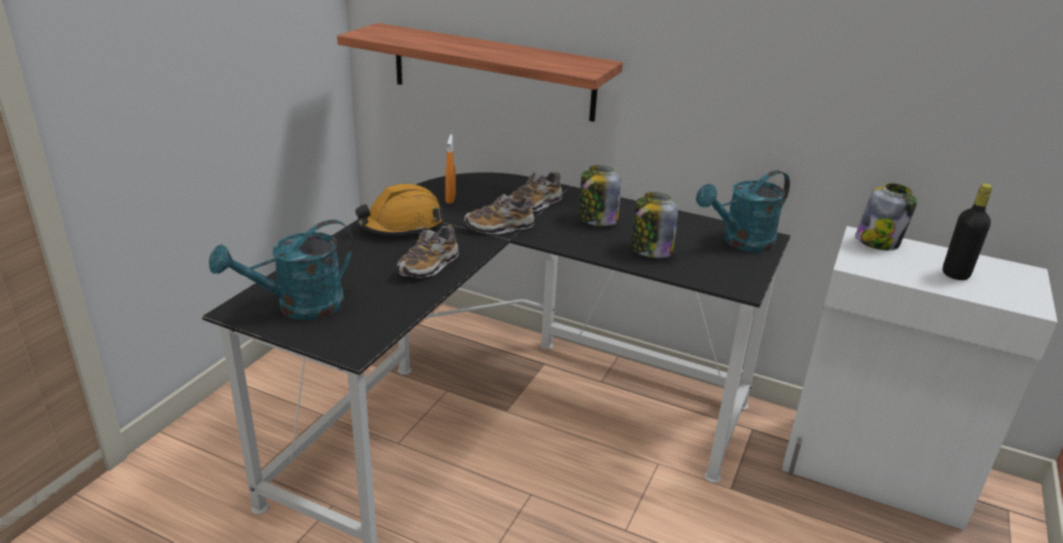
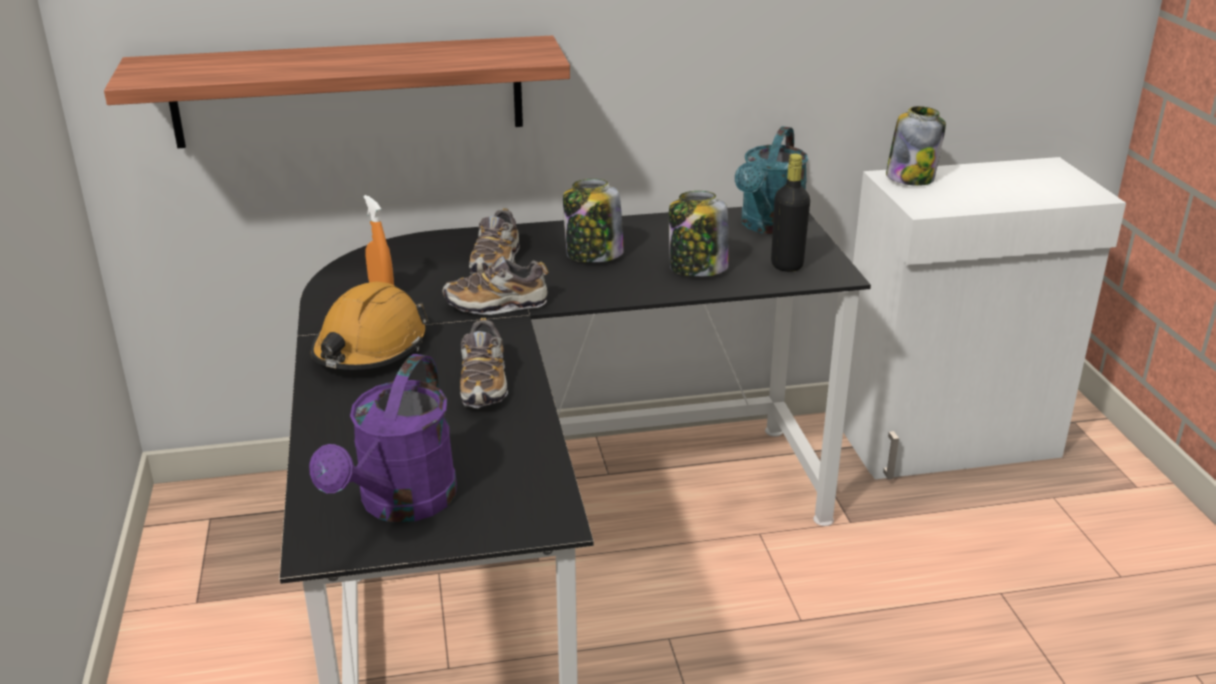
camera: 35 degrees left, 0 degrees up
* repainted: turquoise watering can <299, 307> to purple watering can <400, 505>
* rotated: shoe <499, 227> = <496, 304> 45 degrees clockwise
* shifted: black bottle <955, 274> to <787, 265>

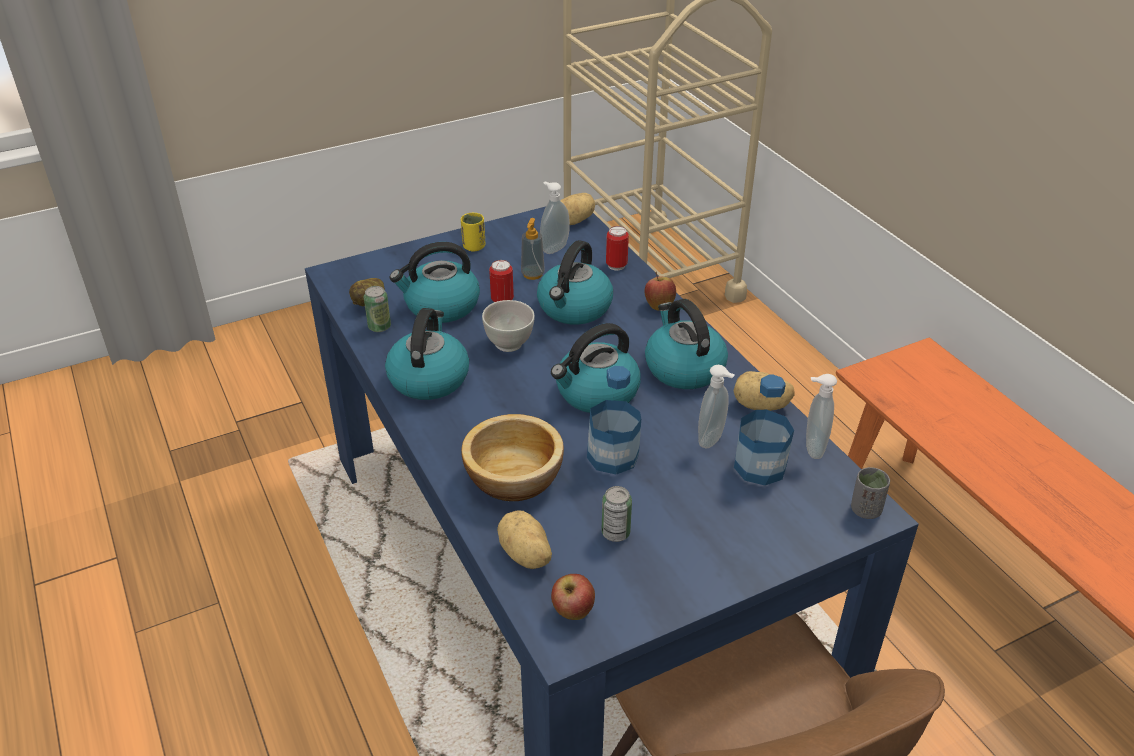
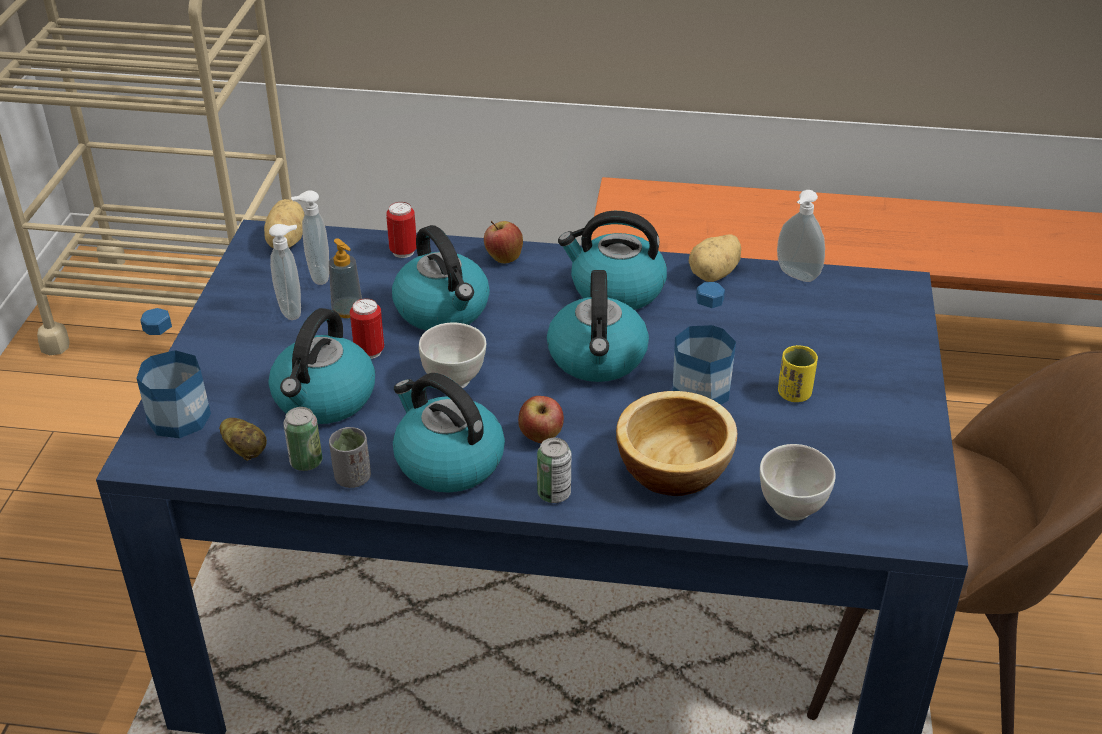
camera: 55 degrees left, 0 degrees up
* shifted: bottle <760, 466> to <179, 418>
* shifted: soap dispenser <712, 440> to <293, 310>
* shifted: grey cup <865, 510> to <352, 478>
* shifted: apple <573, 612> to <541, 437>
* shifted: can <615, 533> to <554, 494>
* swapped: potato <524, 555> to white bowl <791, 508>
* shifted: yellow cup <474, 247> to <794, 394>

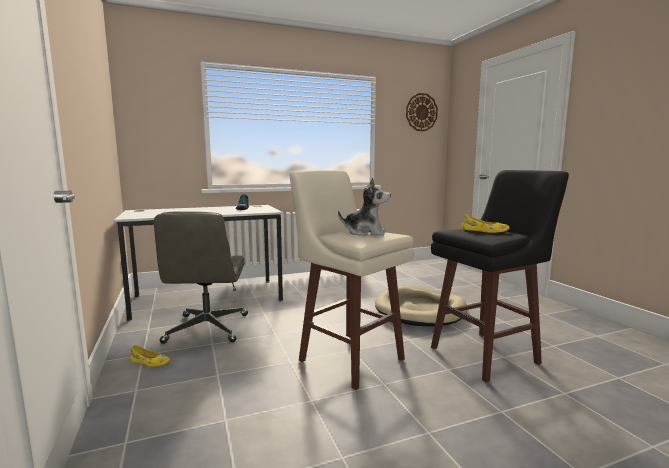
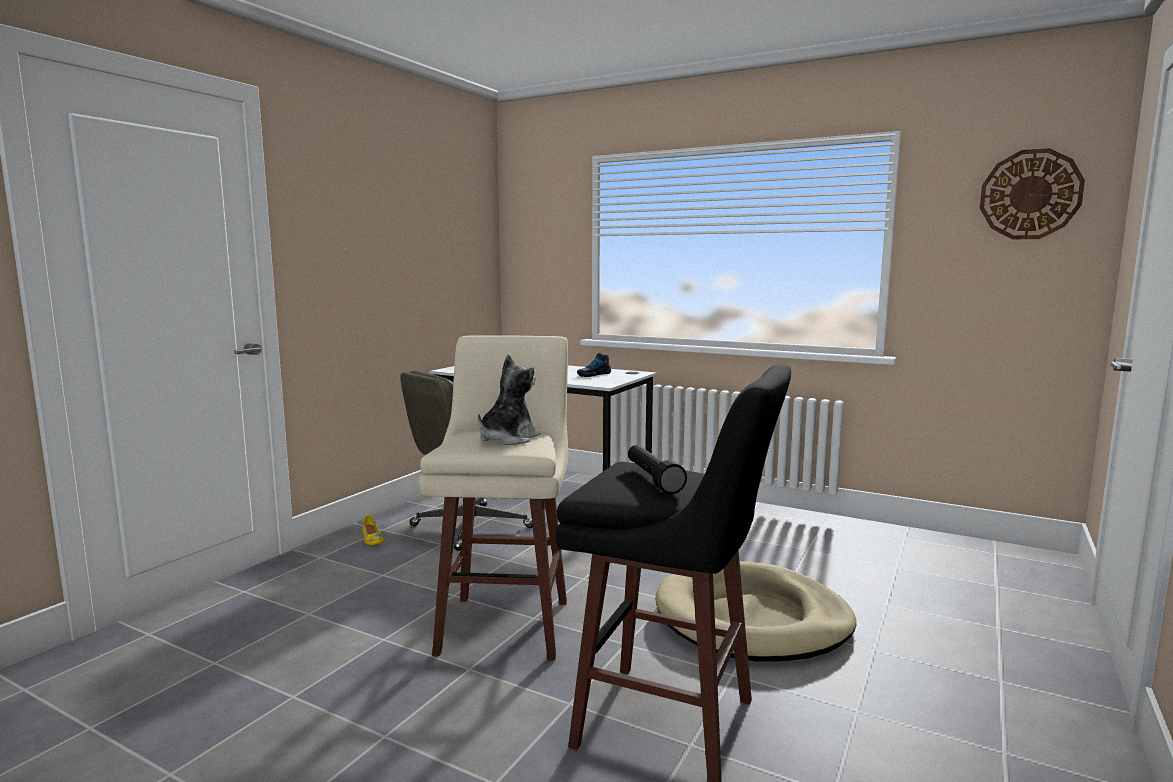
camera: 50 degrees right, 0 degrees up
* rotated: plush toy <365, 233> = <507, 439> 120 degrees counterclockwise
* swapped: yellow shoe <484, 231> to black flashlight <652, 479>

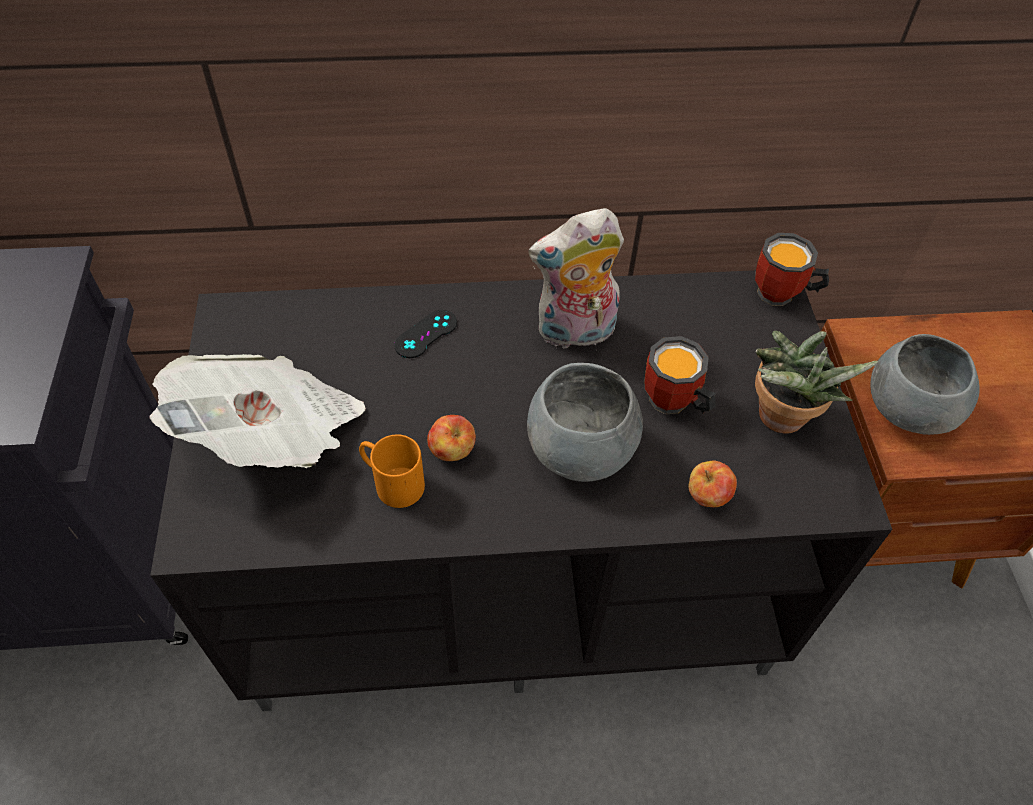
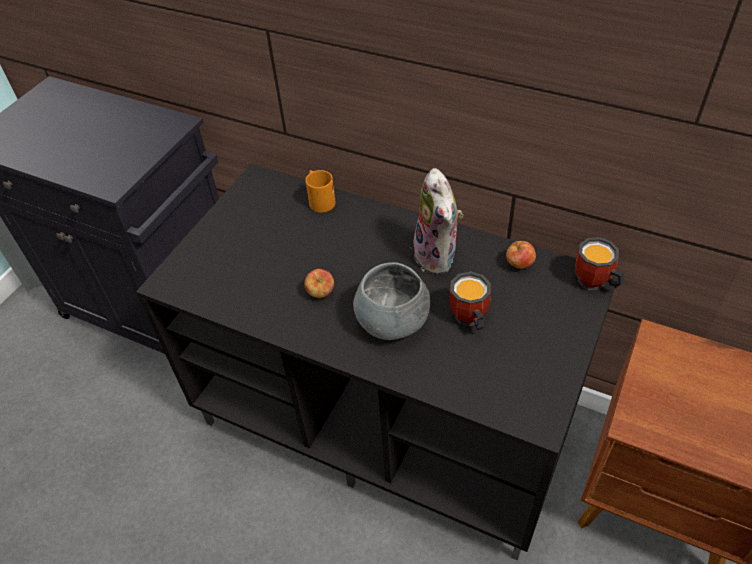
camera: 35 degrees right, 5 degrees down
* shifted: orange mug <391, 482> to <319, 200>
* rotated: plush toy <575, 333> = <438, 256> 120 degrees counterclockwise
* shifted: apple <708, 496> to <519, 265>
* gone: newspaper <274, 434>
* gone: black game controller <426, 334>
* gone: potted plant <780, 421>
* gone: grey bowl <907, 409>

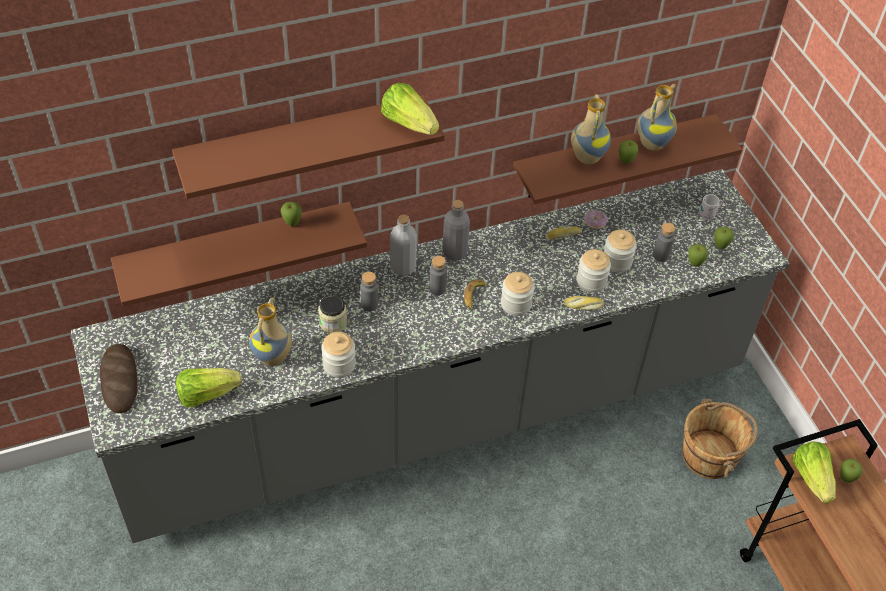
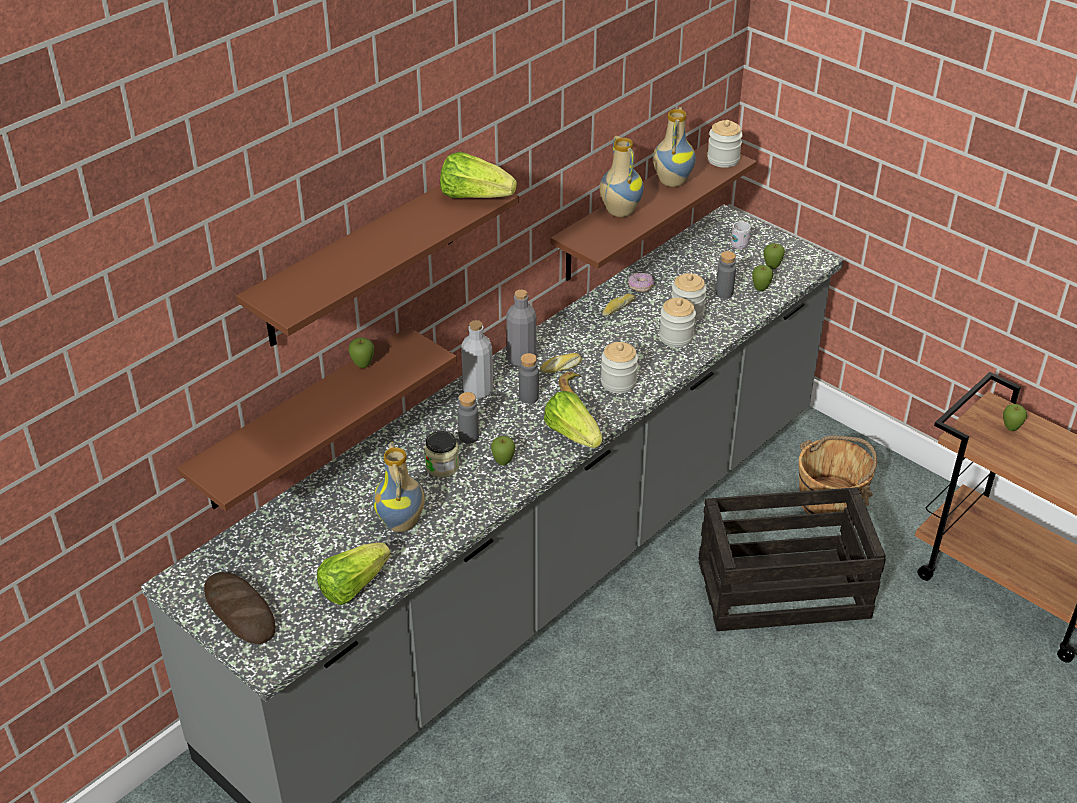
camera: 25 degrees left, 10 degrees down
* shifted: apple <625, 161> to <503, 463>
* shifted: bread <583, 306> to <561, 367>
* shifted: lettuce <812, 478> to <573, 434>
* new: crate <784, 589>
* shifted: jar <339, 365> to <723, 159>

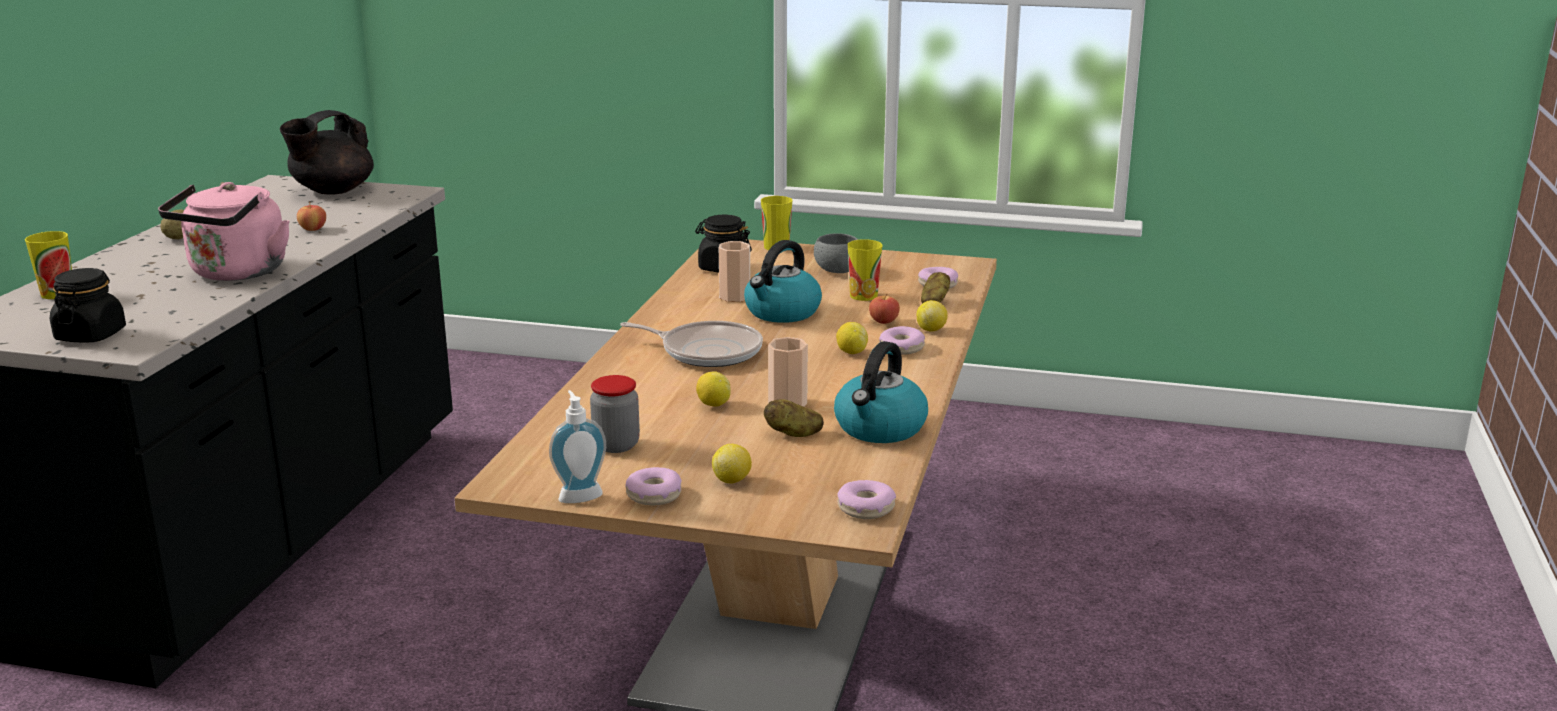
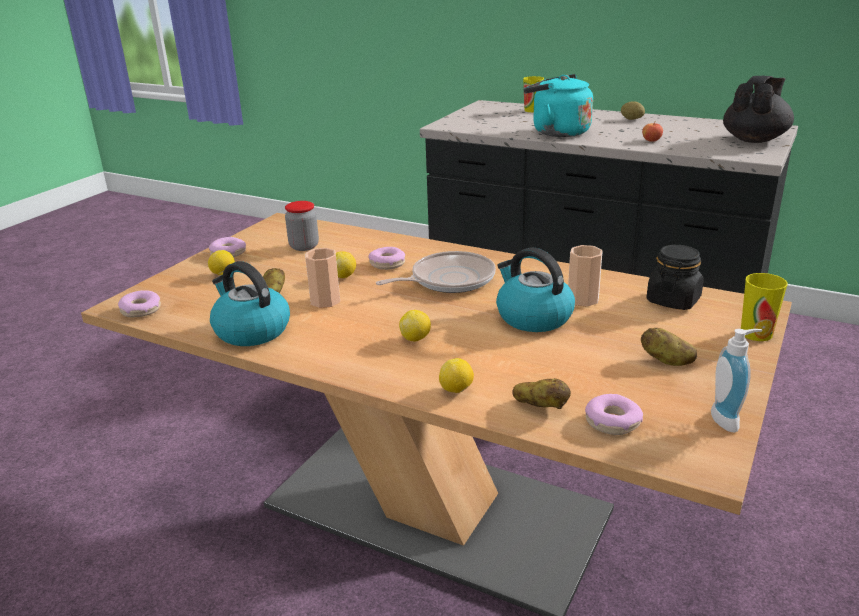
camera: 105 degrees right, 5 degrees up
* shifted: donut <901, 348> to <387, 264>
* rotated: frying pan <707, 351> = <448, 280> 150 degrees counterclockwise
* repainted: pink kettle <235, 273> to turquoise kettle <557, 132>
* swapped: grey bowl <837, 271> to potato <666, 360>
* shifted: soap dispenser <579, 495> to <729, 420>
* rotated: black teapot <332, 191> = <754, 140> 75 degrees clockwise
* gone: black jar <91, 335>
* gone: cup <863, 296>
* gone: apple <883, 321>

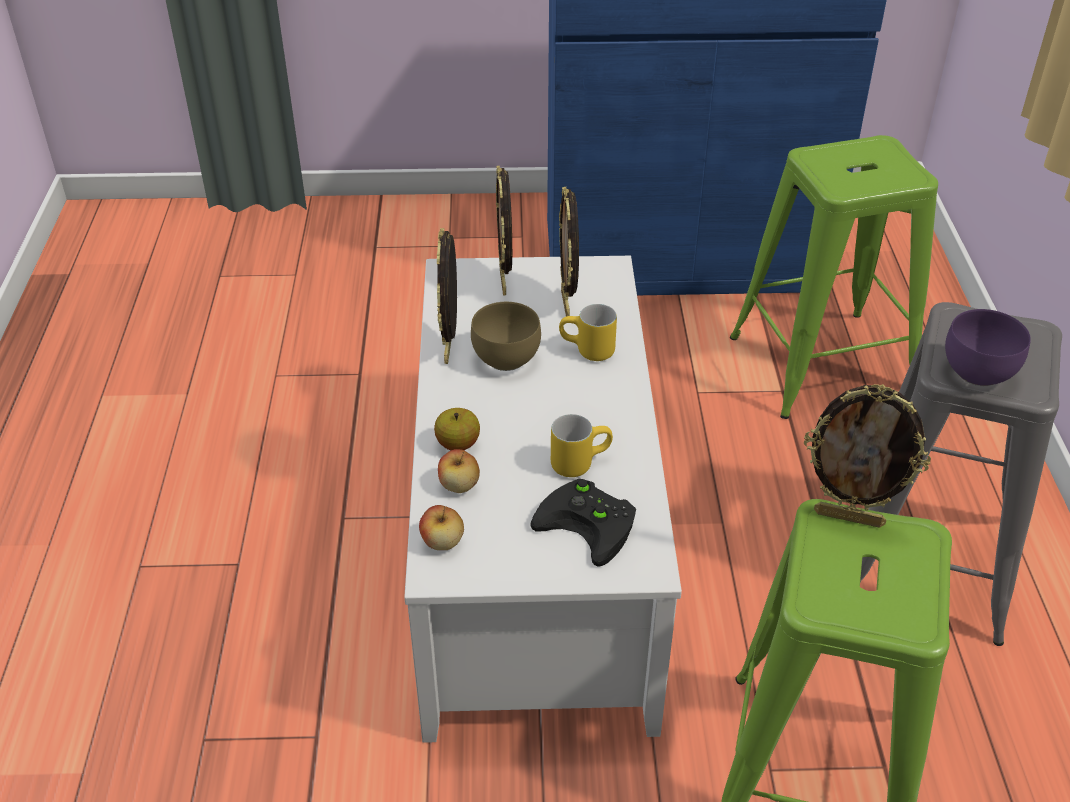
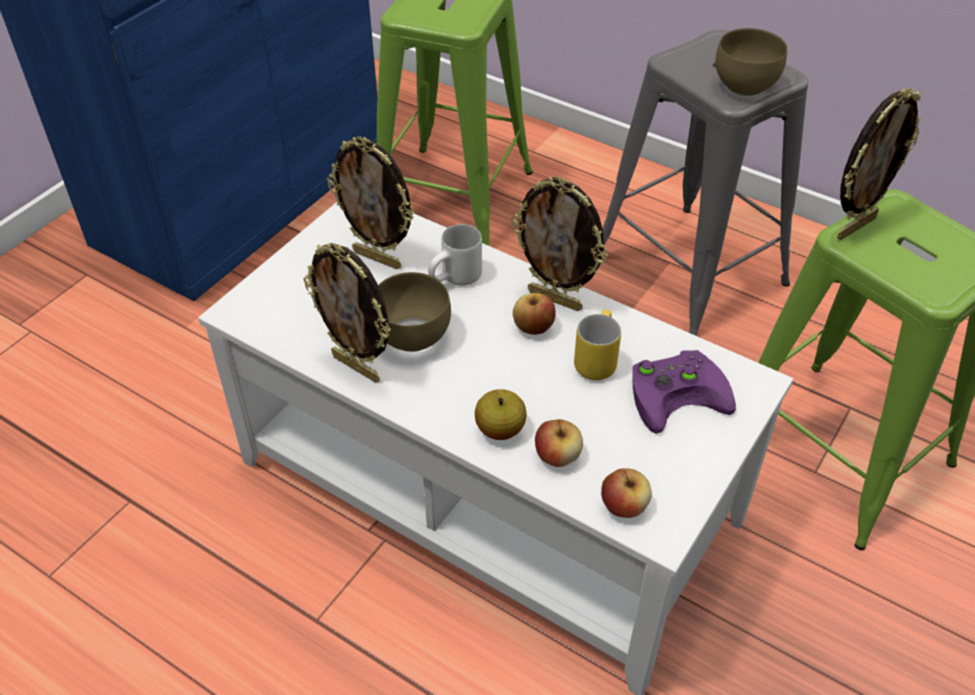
camera: 55 degrees left, 5 degrees up
* repainted: yellow mug <587, 352> to white mug <457, 280>
* shifted: picture frame <505, 282> to <556, 299>
* new: apple <533, 327>
* repainted: black game controller <591, 524> to purple game controller <679, 392>
* repainted: purple bowl <974, 372> to brown bowl <743, 87>

